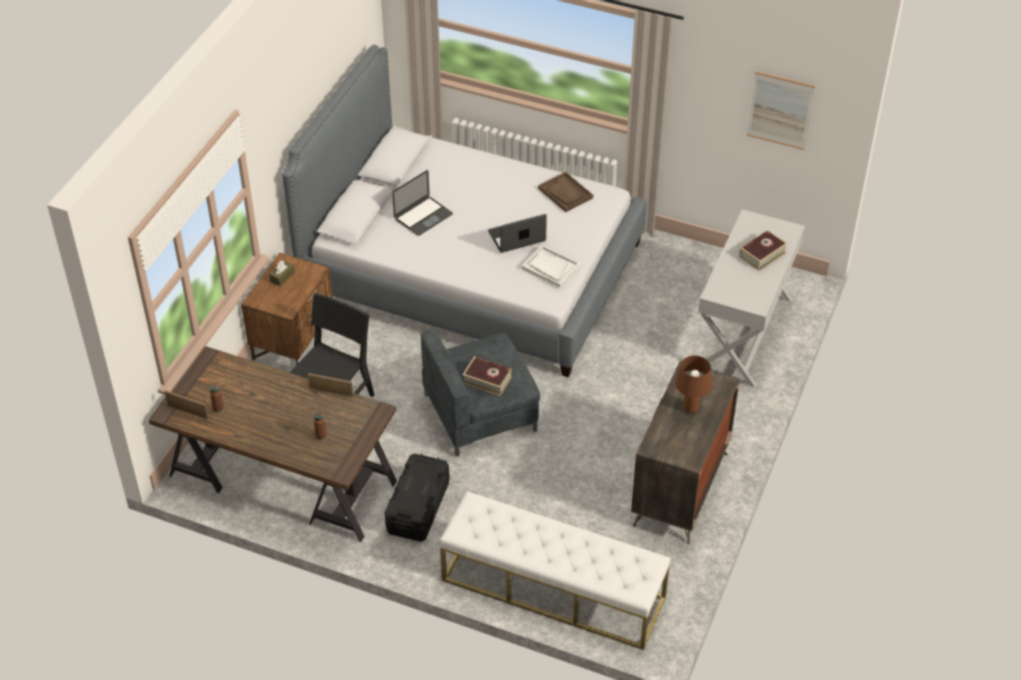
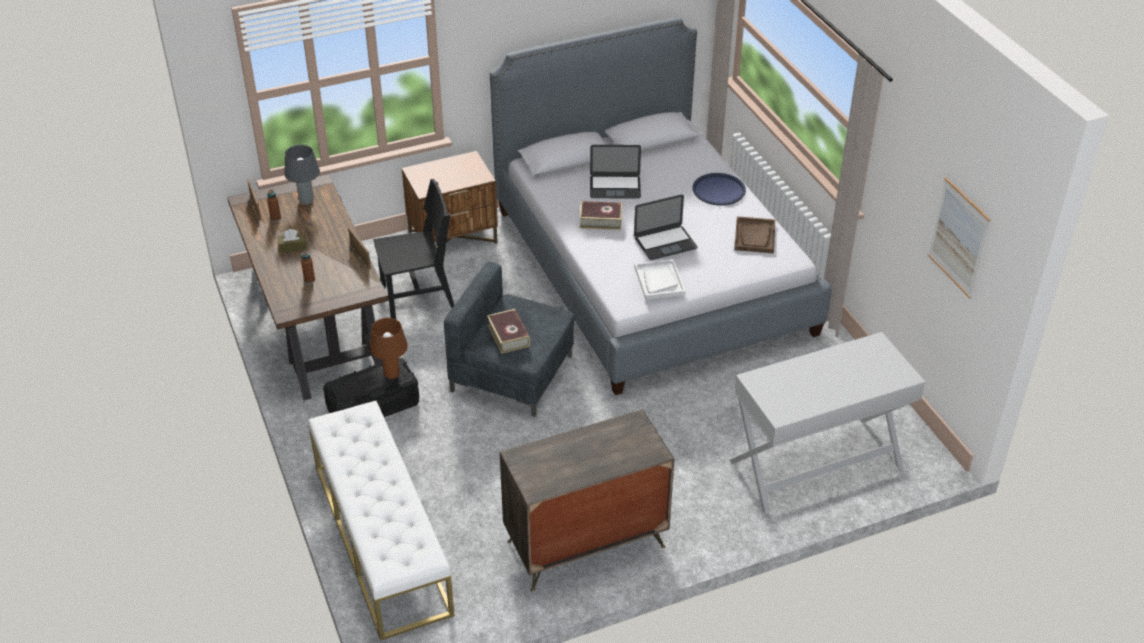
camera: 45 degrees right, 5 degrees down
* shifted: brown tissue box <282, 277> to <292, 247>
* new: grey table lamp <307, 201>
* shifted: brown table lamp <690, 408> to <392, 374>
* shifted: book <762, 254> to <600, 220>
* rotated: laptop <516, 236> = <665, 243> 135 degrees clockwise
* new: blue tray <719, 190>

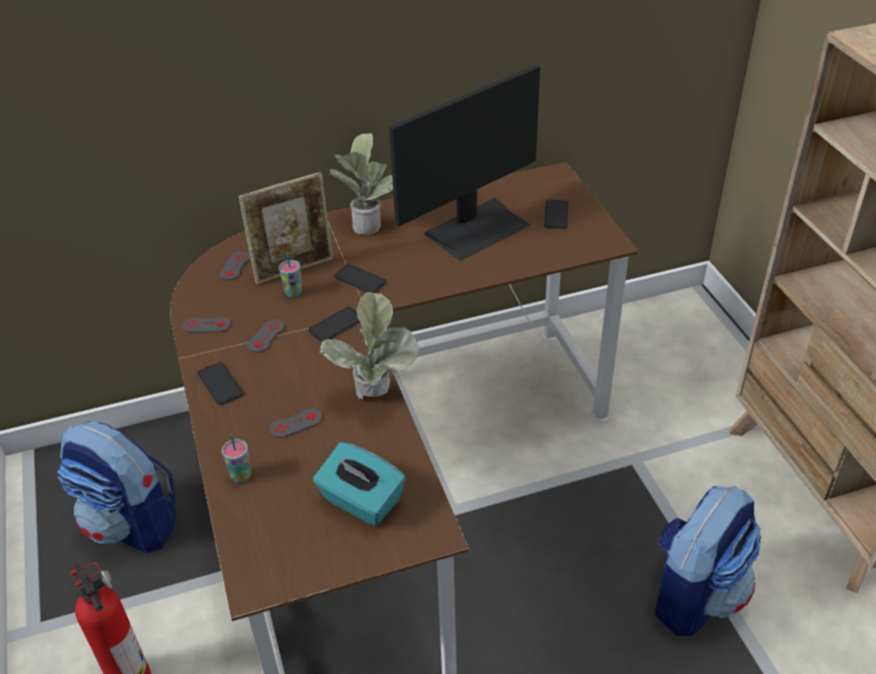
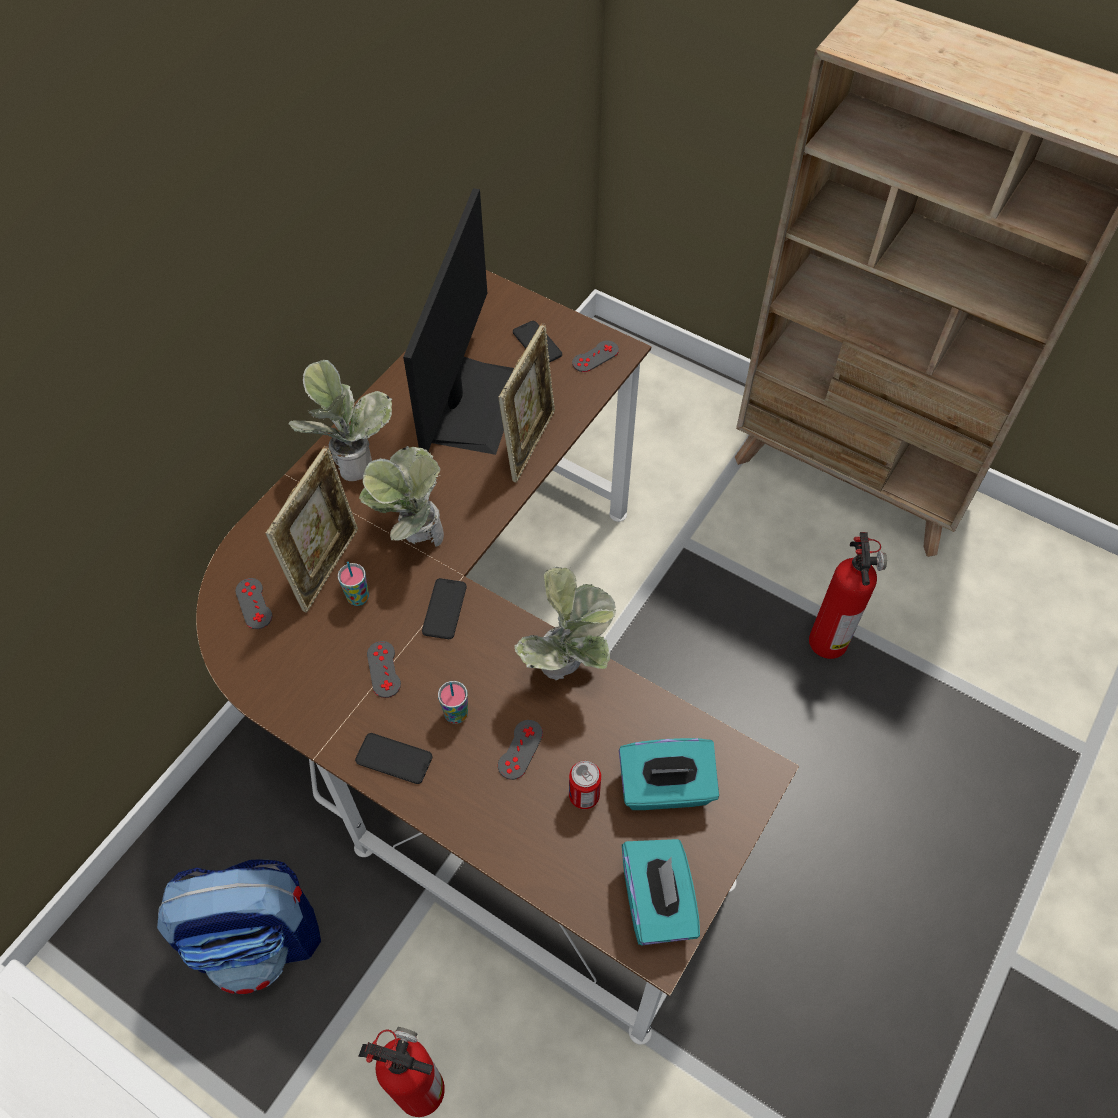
camera: 40 degrees left, 15 degrees up
* swapped: phone <360, 279> to potted plant <414, 538>
* shifted: cup <241, 476> to <456, 714>
* new: picture frame <530, 443>
* new: can <584, 795>
* shifted: grey game controller <206, 325> to <595, 356>
* new: turquoise tissue box <657, 902>
* swapped: backpack <694, 594> to fire extinguisher <827, 639>

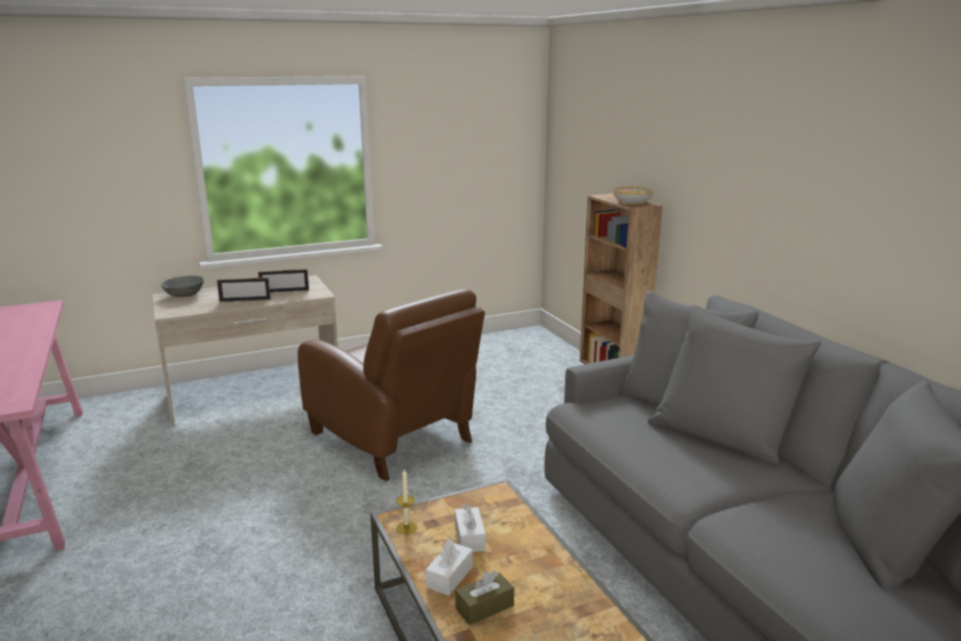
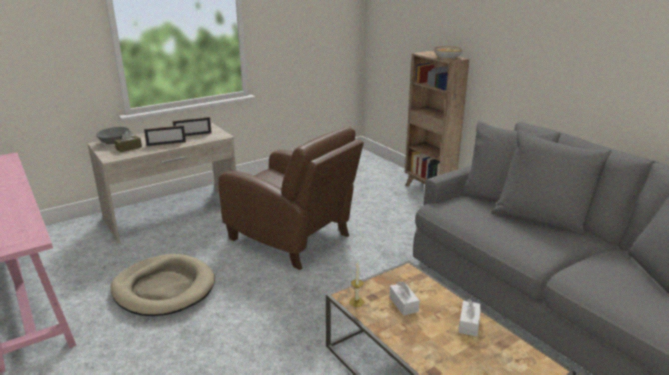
camera: 10 degrees left, 5 degrees up
* new: beige dog bed <164, 288>
* shifted: brown tissue box <484, 607> to <129, 148>
* shifted: white tissue box <449, 577> to <469, 324>

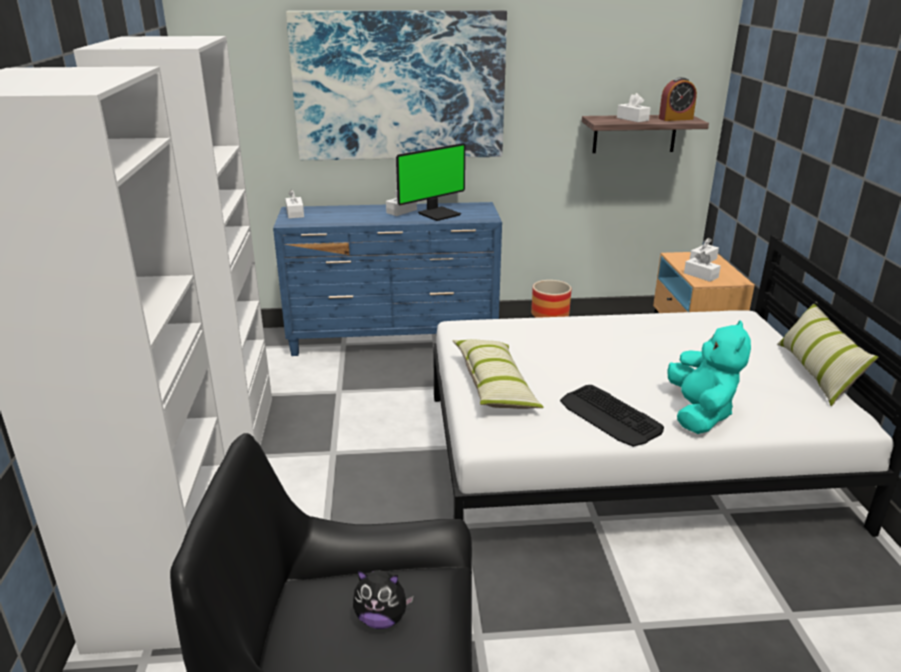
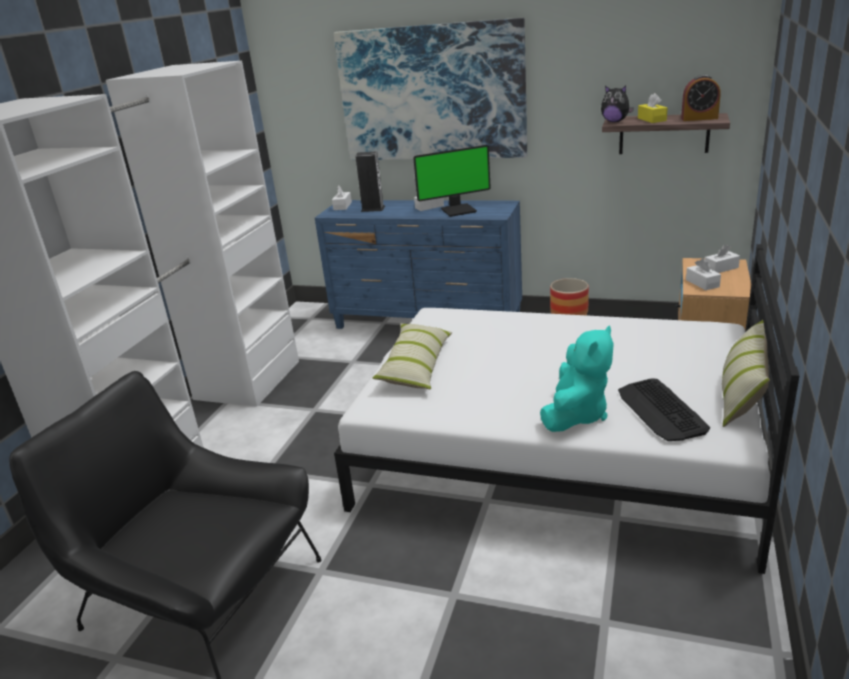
camera: 25 degrees right, 0 degrees up
* new: speaker <373, 209>
* shifted: plush toy <381, 618> to <615, 121>
* shifted: keyboard <610, 416> to <661, 410>
* repainted: white tissue box <632, 119> to yellow tissue box <651, 119>

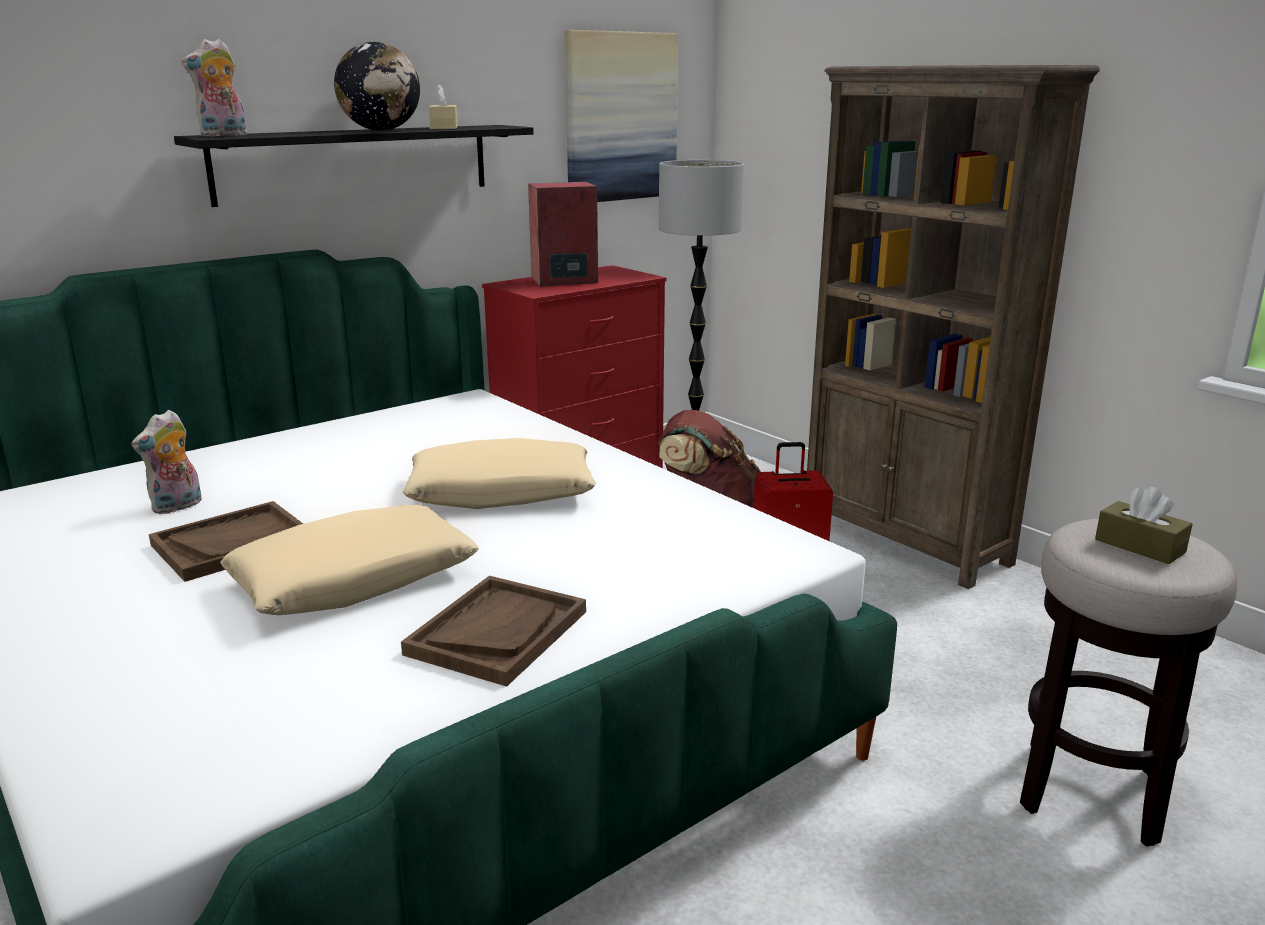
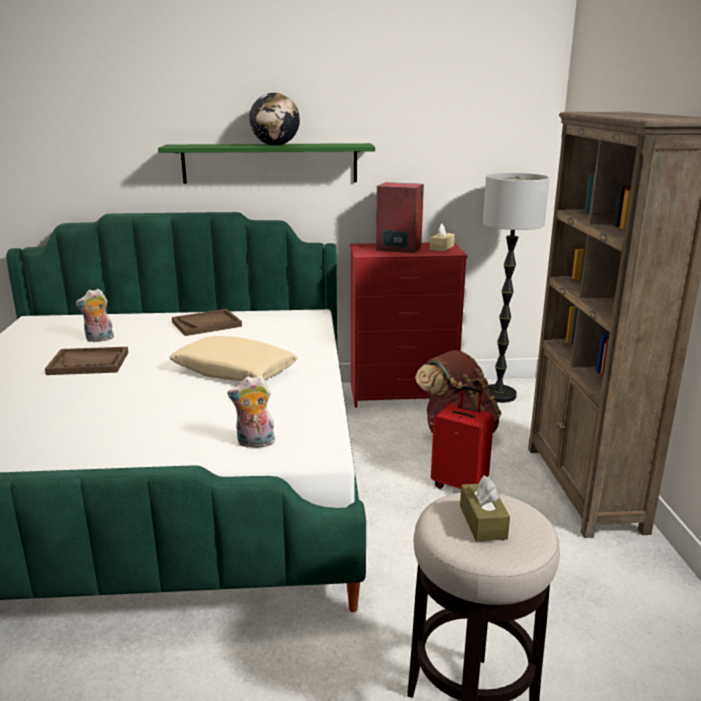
camera: 35 degrees right, 0 degrees up
* repainted: black shelf <356, 163> to green shelf <270, 163>
* shifted: brown tray <497, 632> to <207, 324>
* shifted: plush toy <223, 135> to <255, 443>
* shifted: beige tissue box <444, 127> to <442, 247>
* gone: beige pillow <354, 581>
* gone: picture <620, 117>

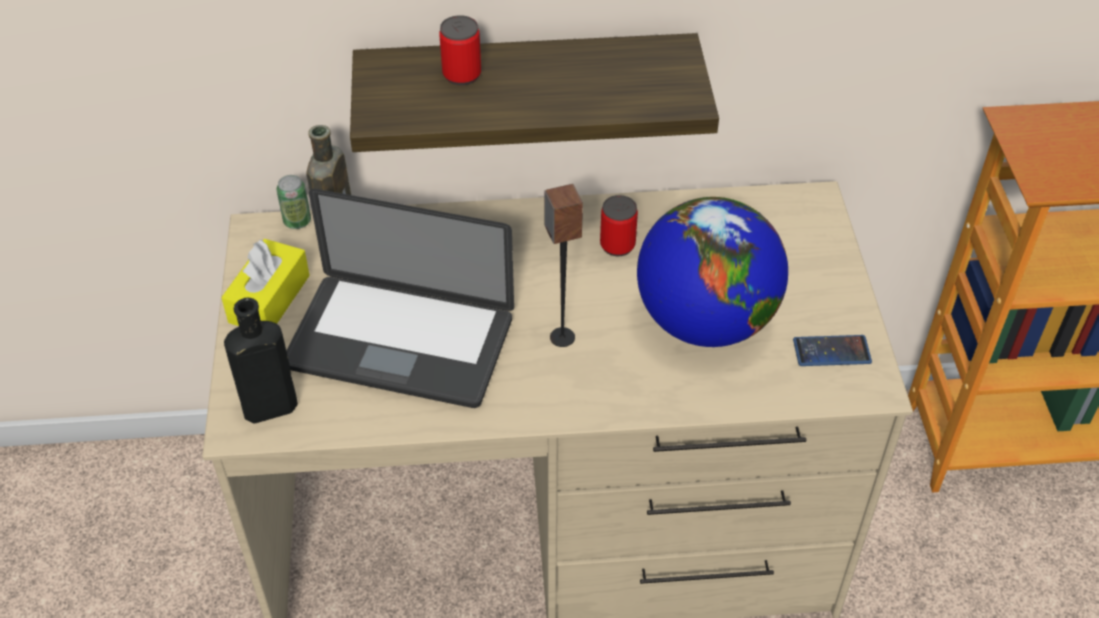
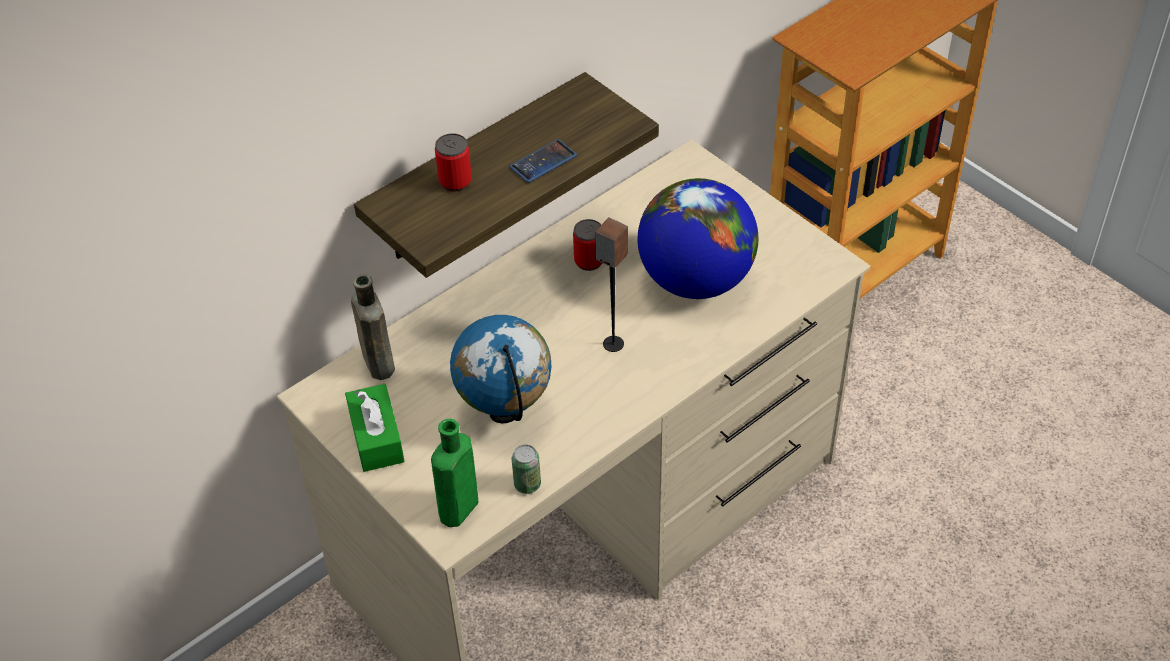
camera: 35 degrees left, 0 degrees up
* repainted: yellow tissue box <269, 299> to green tissue box <376, 437>
* repainted: black bottle <266, 408> to green bottle <457, 511>
* swapped: laptop <400, 343> to globe <506, 412>
* shifted: phone <831, 351> to <543, 162>
* shifted: can <297, 221> to <527, 484>

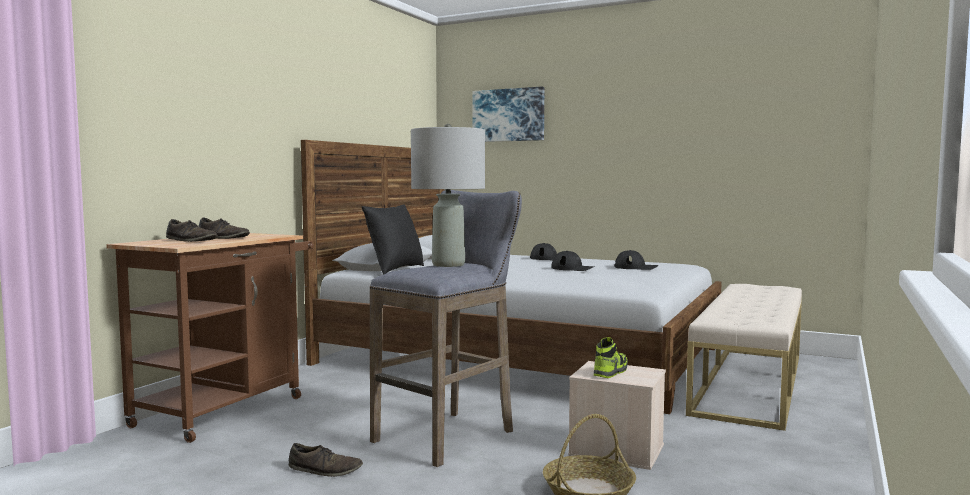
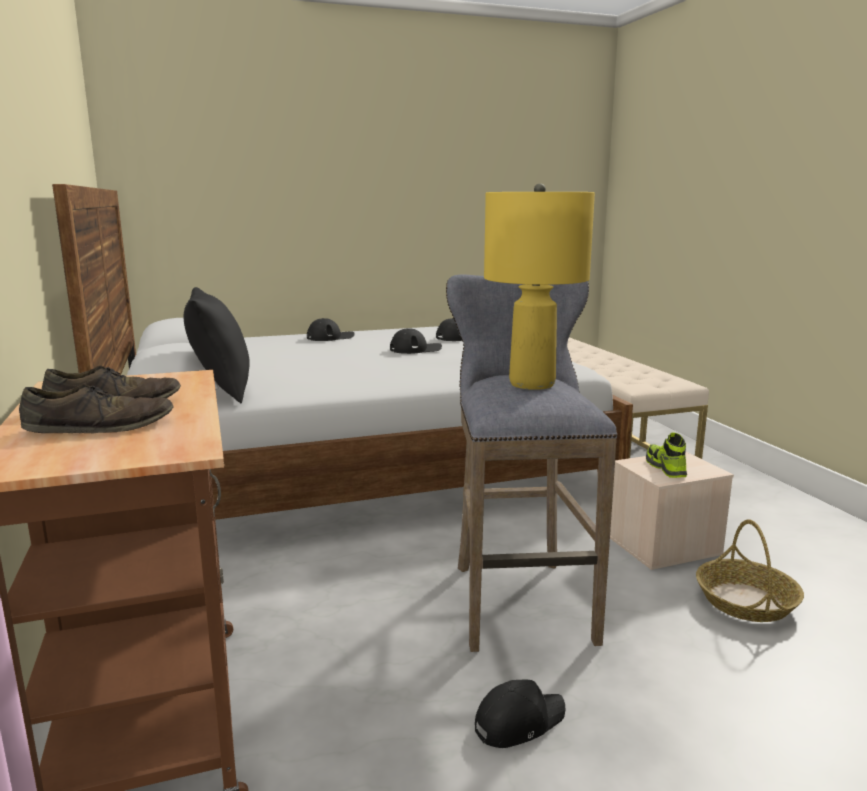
camera: 45 degrees left, 10 degrees up
* swapped: brown shoe <325, 470> to black cap <518, 722>
* repainted: grey table lamp <448, 265> to yellow table lamp <531, 384>
* gone: picture <508, 115>

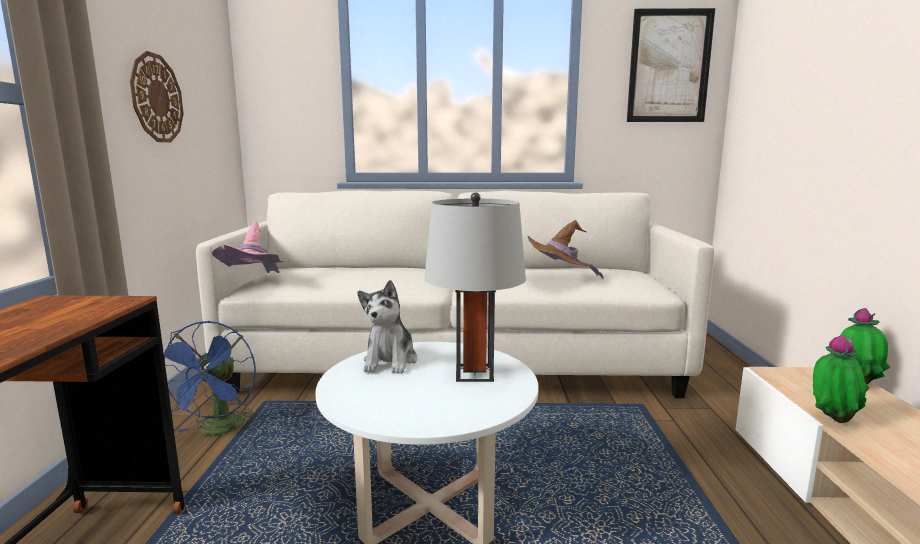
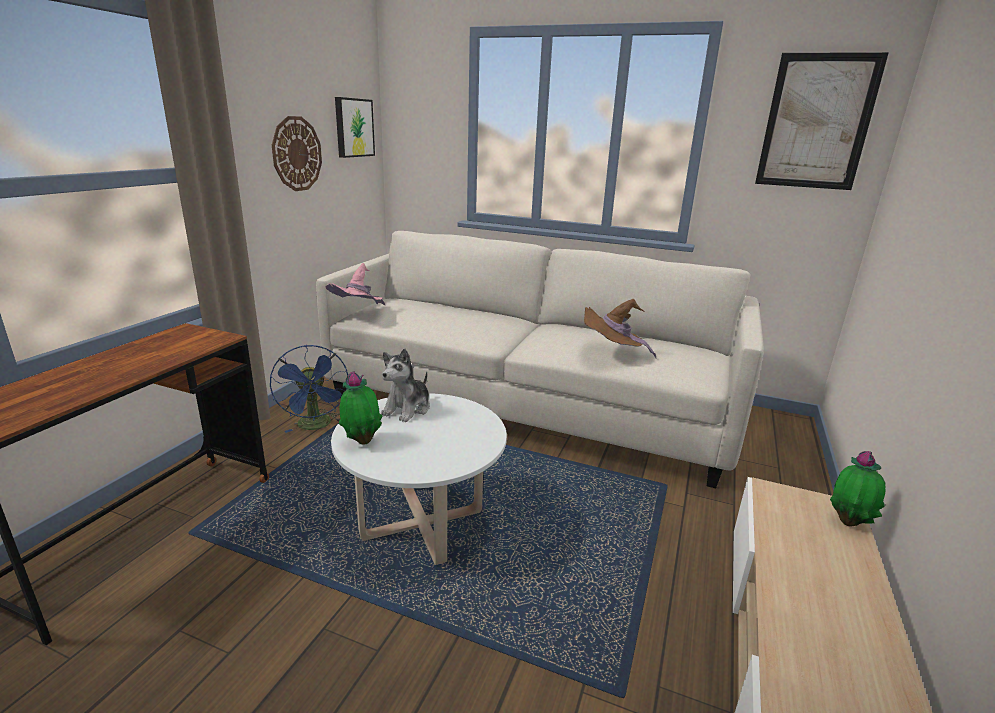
camera: 20 degrees right, 10 degrees up
* rotated: blue fan <218, 430> = <316, 426> 45 degrees counterclockwise
* new: picture <353, 127>
* shifted: potted plant <831, 420> to <362, 441>
* gone: grey table lamp <474, 373>

